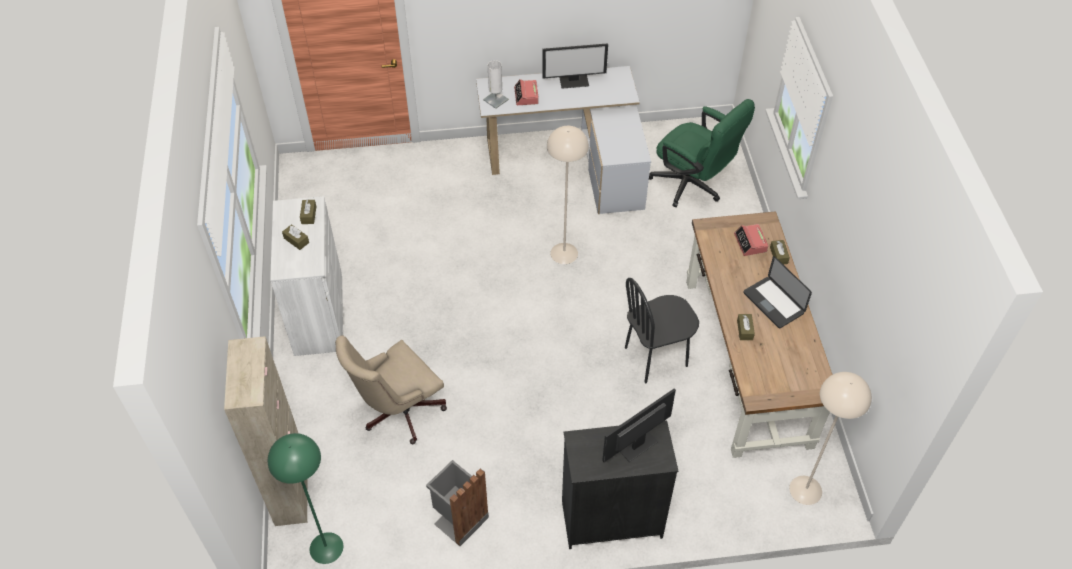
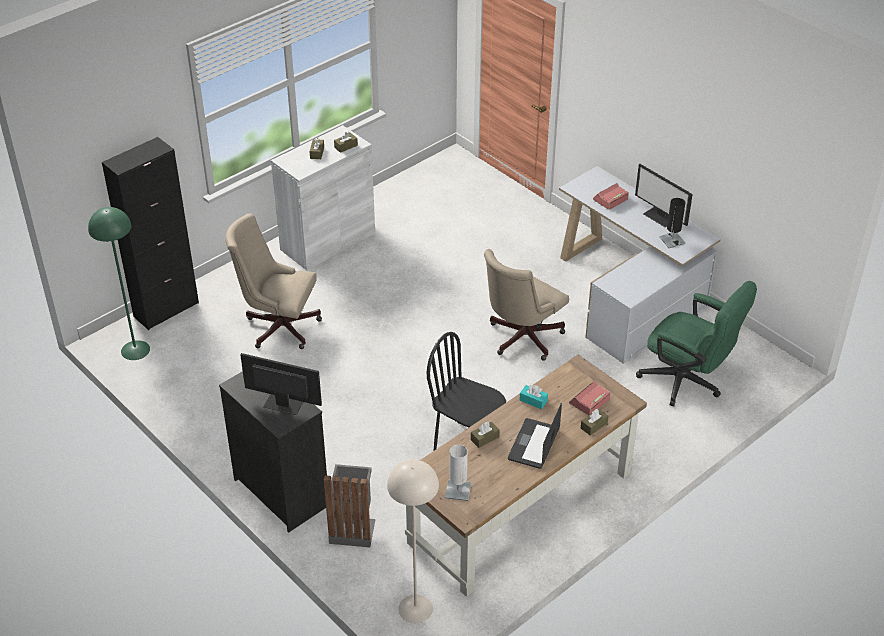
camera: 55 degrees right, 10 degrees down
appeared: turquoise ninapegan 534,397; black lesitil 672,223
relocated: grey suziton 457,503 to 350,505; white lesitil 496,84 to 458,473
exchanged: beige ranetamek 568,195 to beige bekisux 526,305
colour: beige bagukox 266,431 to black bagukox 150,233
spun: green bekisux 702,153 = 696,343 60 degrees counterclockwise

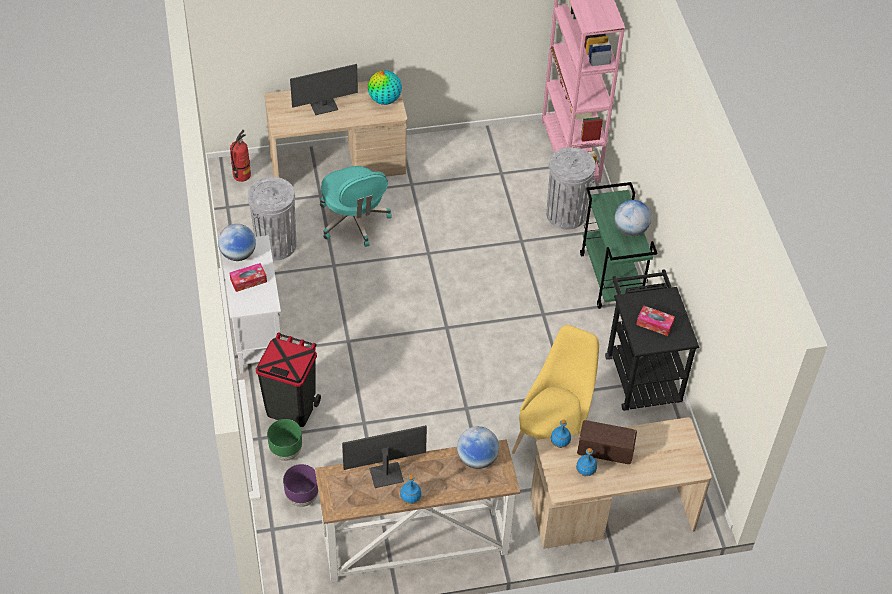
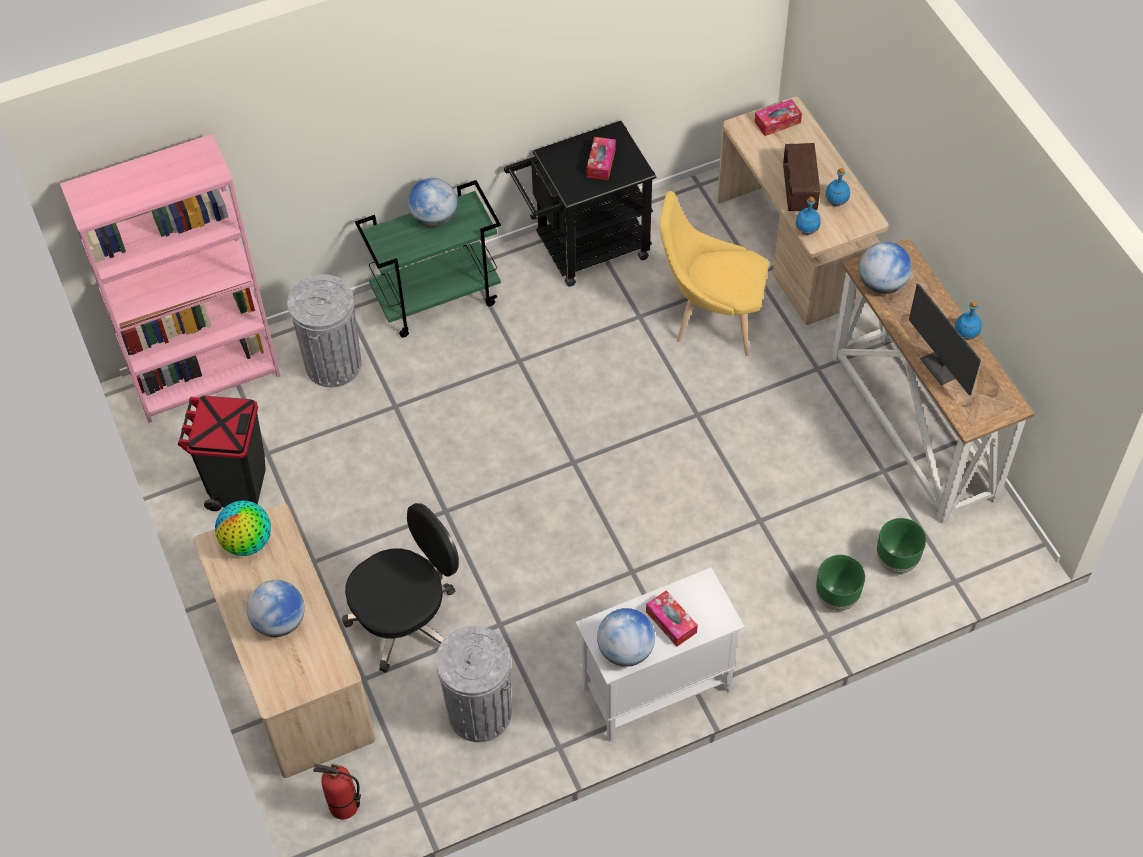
camera: 100 degrees left, 5 degrees up
appeared: ninapegan 778,117
relocated: black suziton 288,379 to 222,453
exchanged: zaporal 324,89 to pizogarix 276,608
colour: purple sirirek 300,485 to green sirirek 901,546; turquoise bekisux 356,206 to black bekisux 400,588

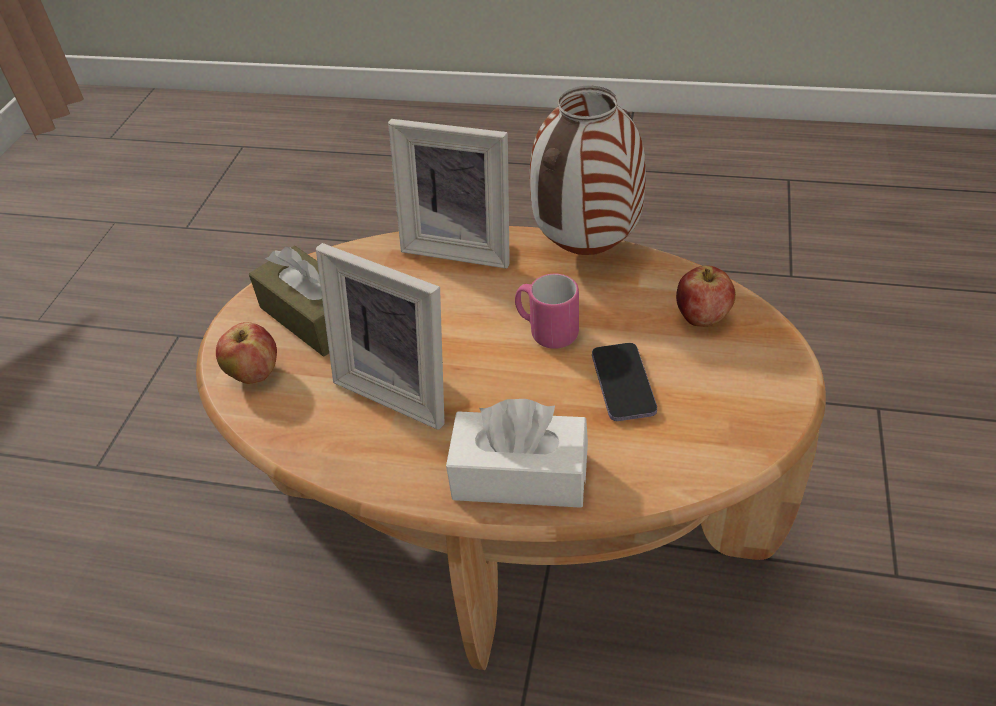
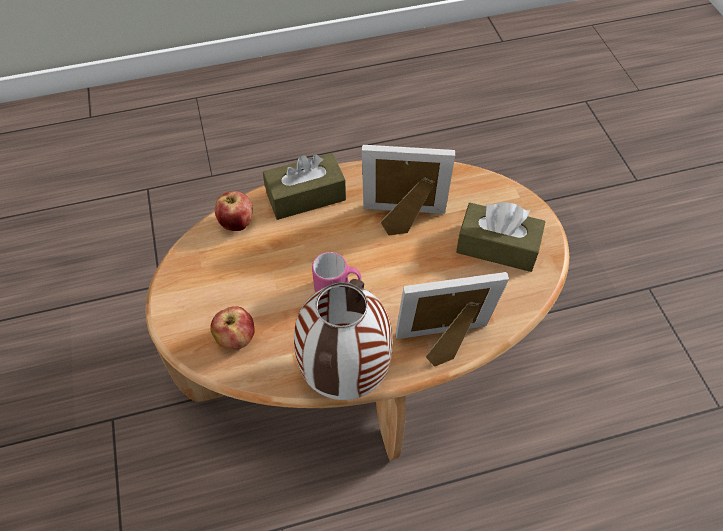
camera: 150 degrees right, 10 degrees up
missing: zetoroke 624,382
relocated: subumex 246,353 to 234,211
colour: white ninapegan 517,453 to brown ninapegan 304,186

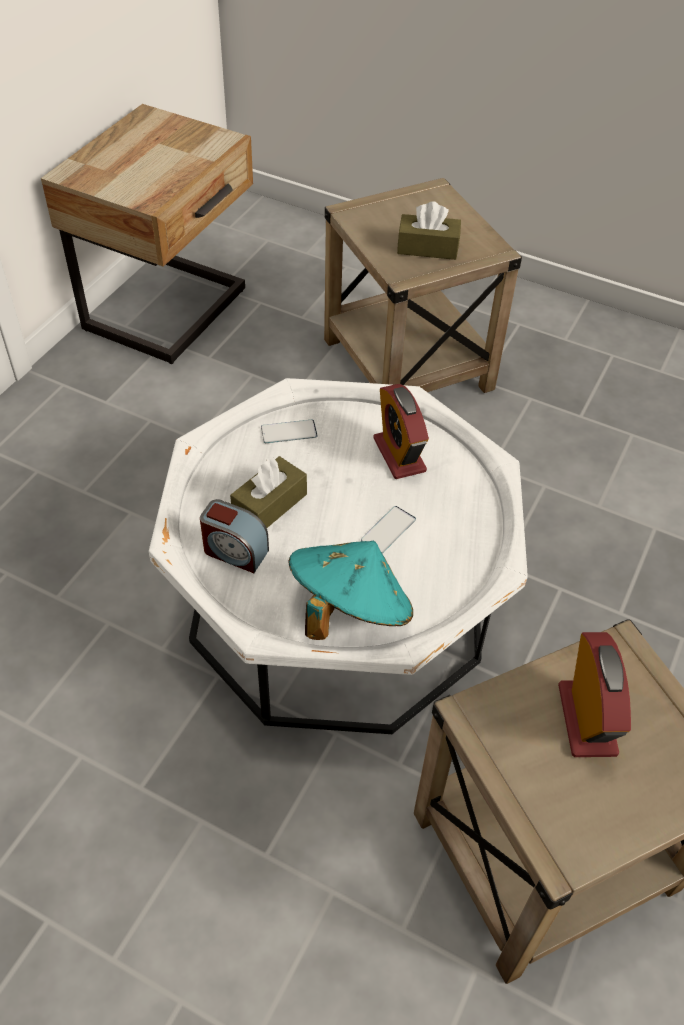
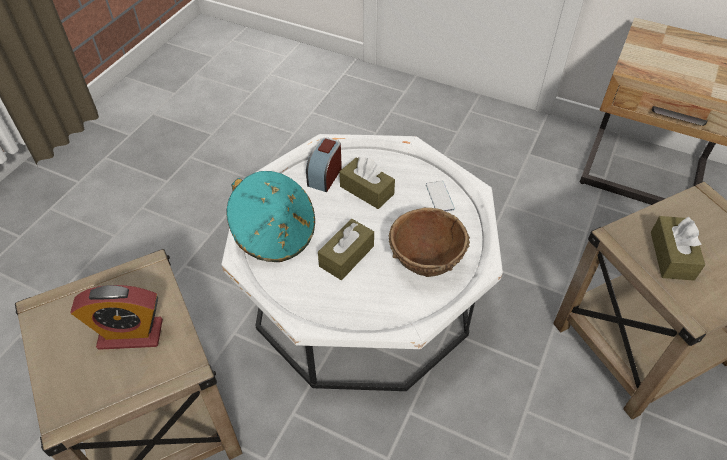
camera: 90 degrees right, 0 degrees up
exchanged: zetoroke 388,529 to brown ninapegan 346,249; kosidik 401,431 to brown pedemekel 429,242

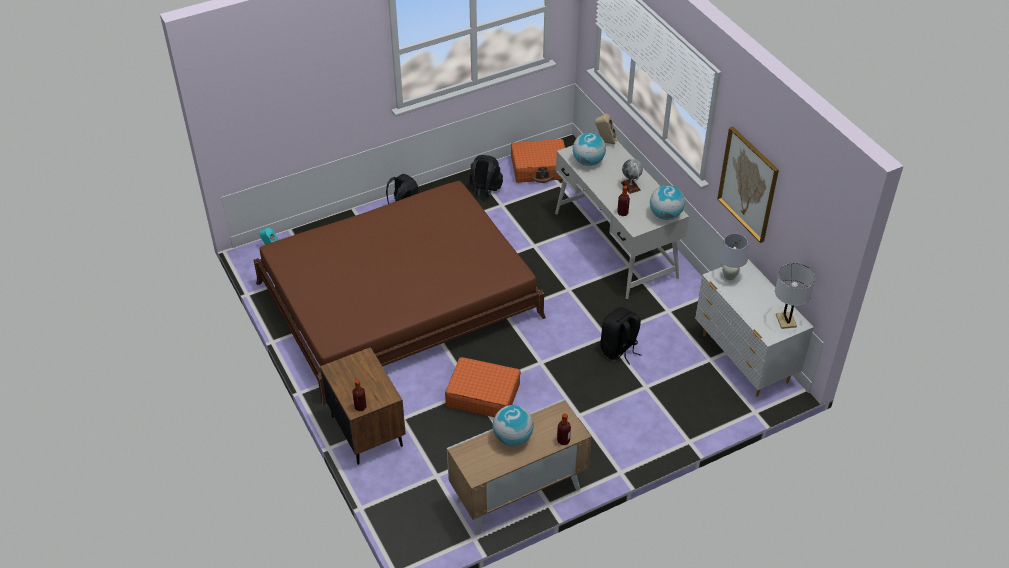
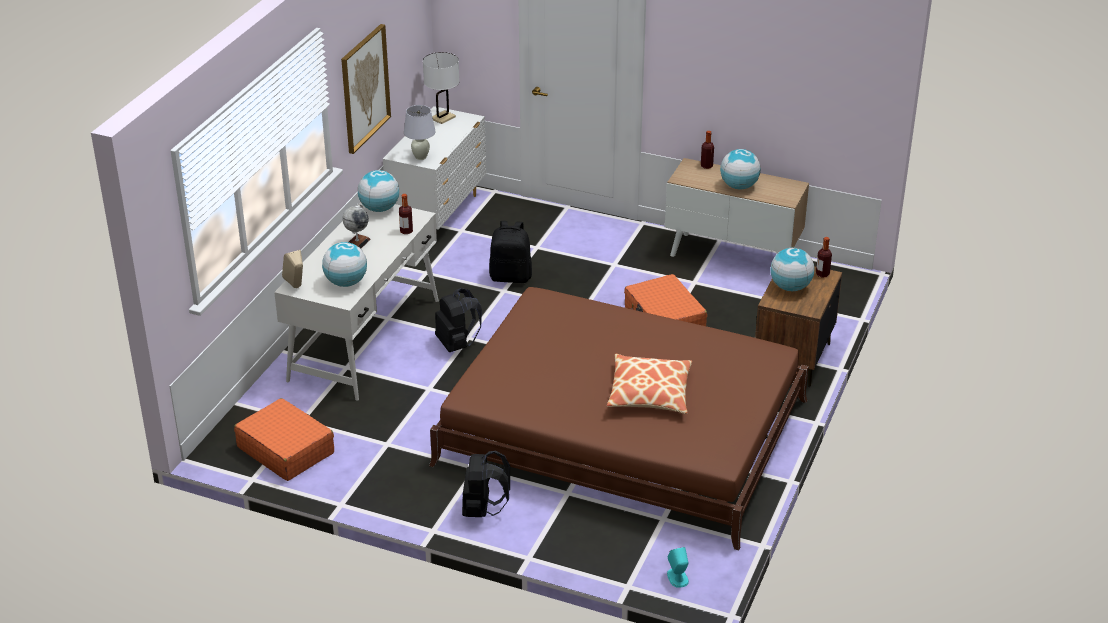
camera: 130 degrees left, 10 degrees down
appeared: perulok 649,384; pizogarix 792,269
relocated: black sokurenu 486,176 to 458,320

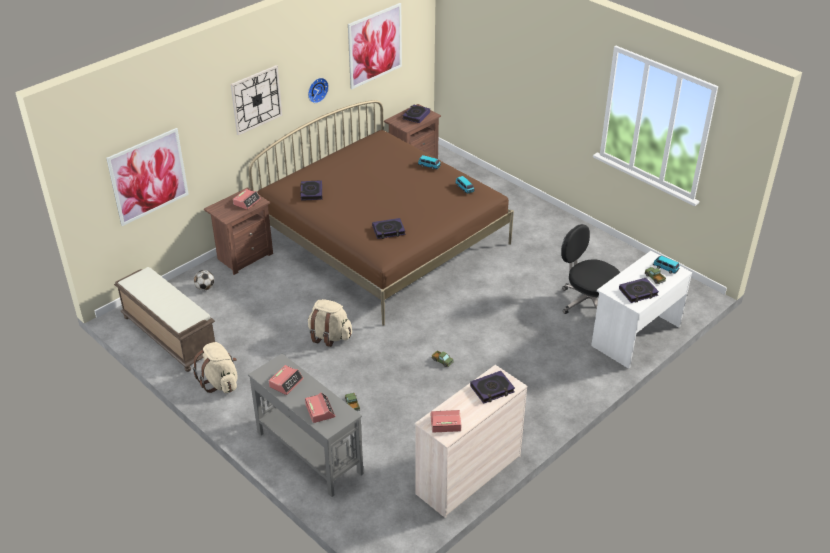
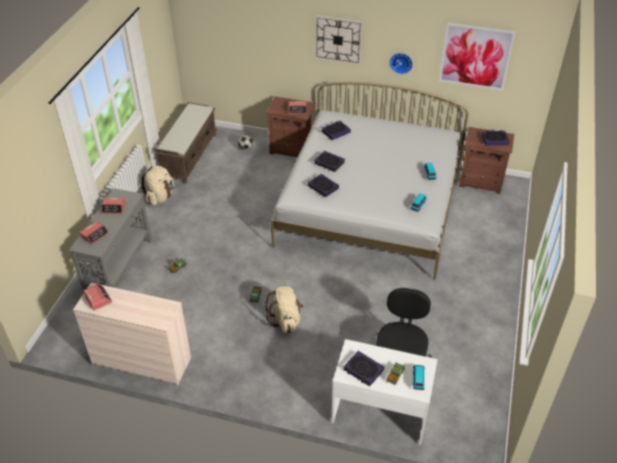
camera: 60 degrees right, 5 degrees up
missing: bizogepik 147,177
relocated: beige sokurenu 330,323 to 284,309; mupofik 492,387 to 329,161
colour: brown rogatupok 381,213 to white rogatupok 369,181

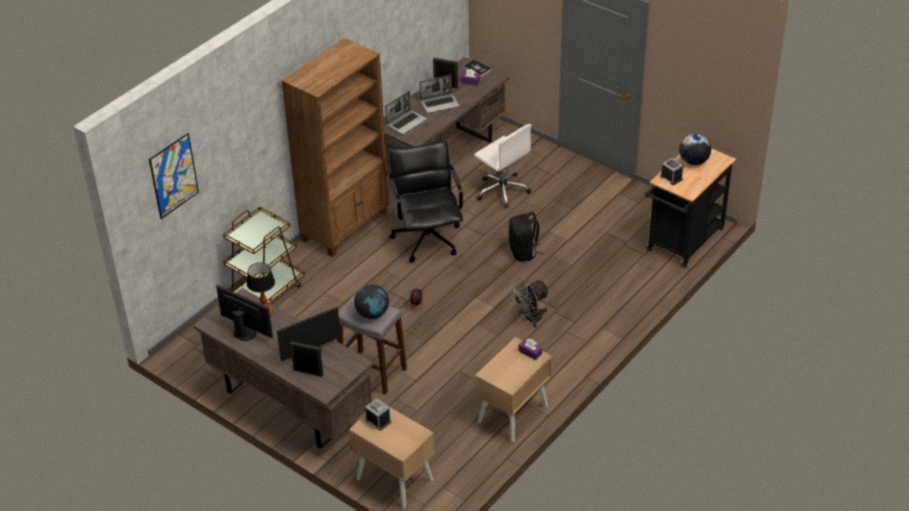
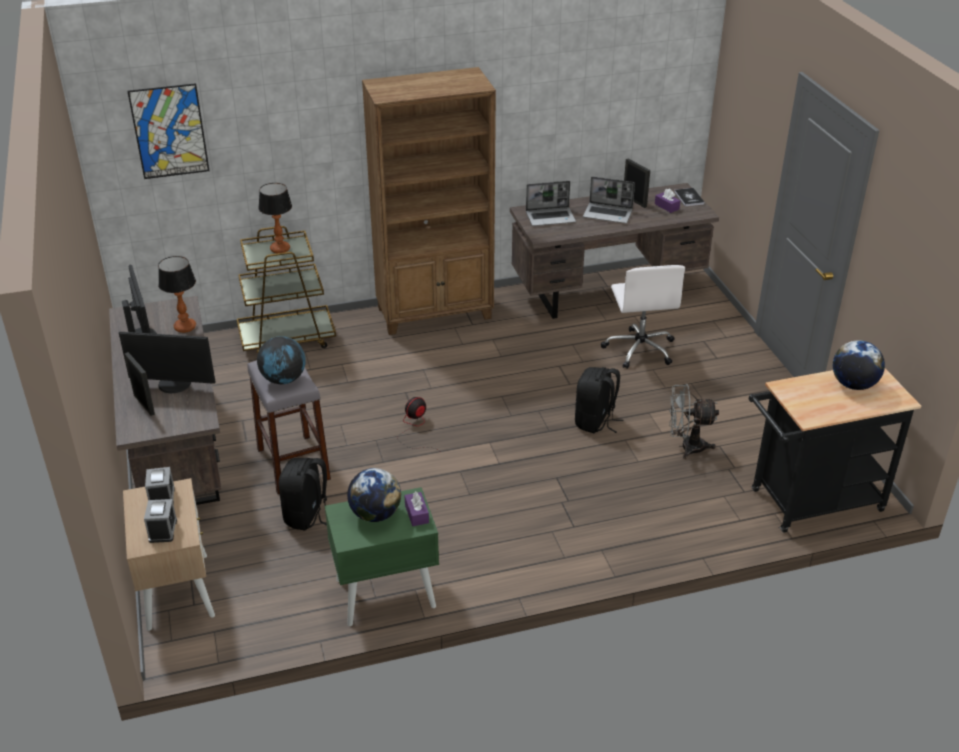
camera: 35 degrees right, 5 degrees down
missing: black bekisux 426,201
appeared: lesitil 275,218; black sokurenu 303,494; pizogarix 374,495
relocated: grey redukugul 529,302 to 694,421; kosidik 671,171 to 160,521
colour: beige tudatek 513,389 to green tudatek 382,556

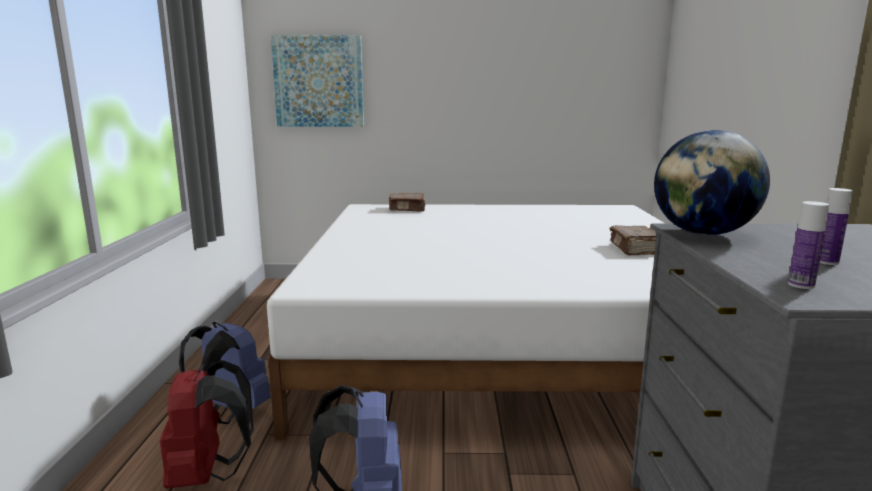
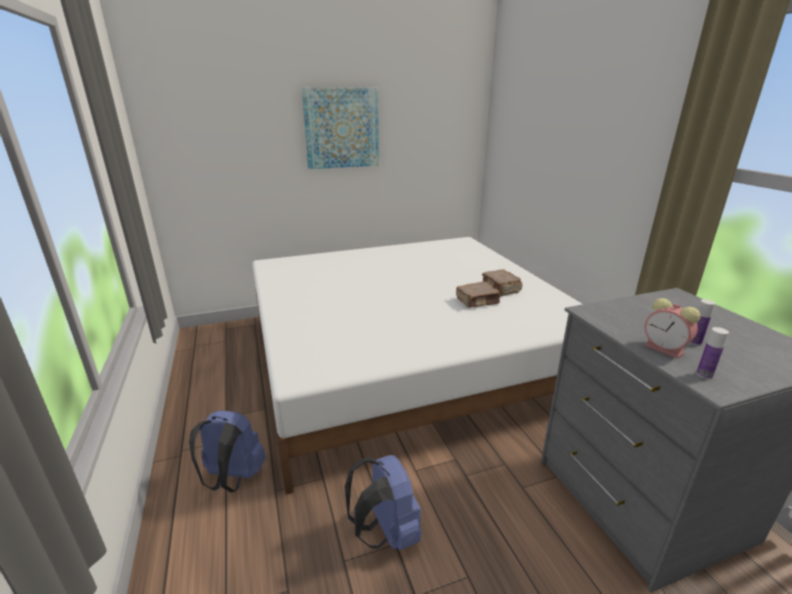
camera: 20 degrees left, 10 degrees up
missing: red sokurenu 207,424; pizogarix 712,182
appeared: kosidik 672,328
relocated: bizogepik 317,81 to 340,128; brown mupofik 407,202 to 478,294

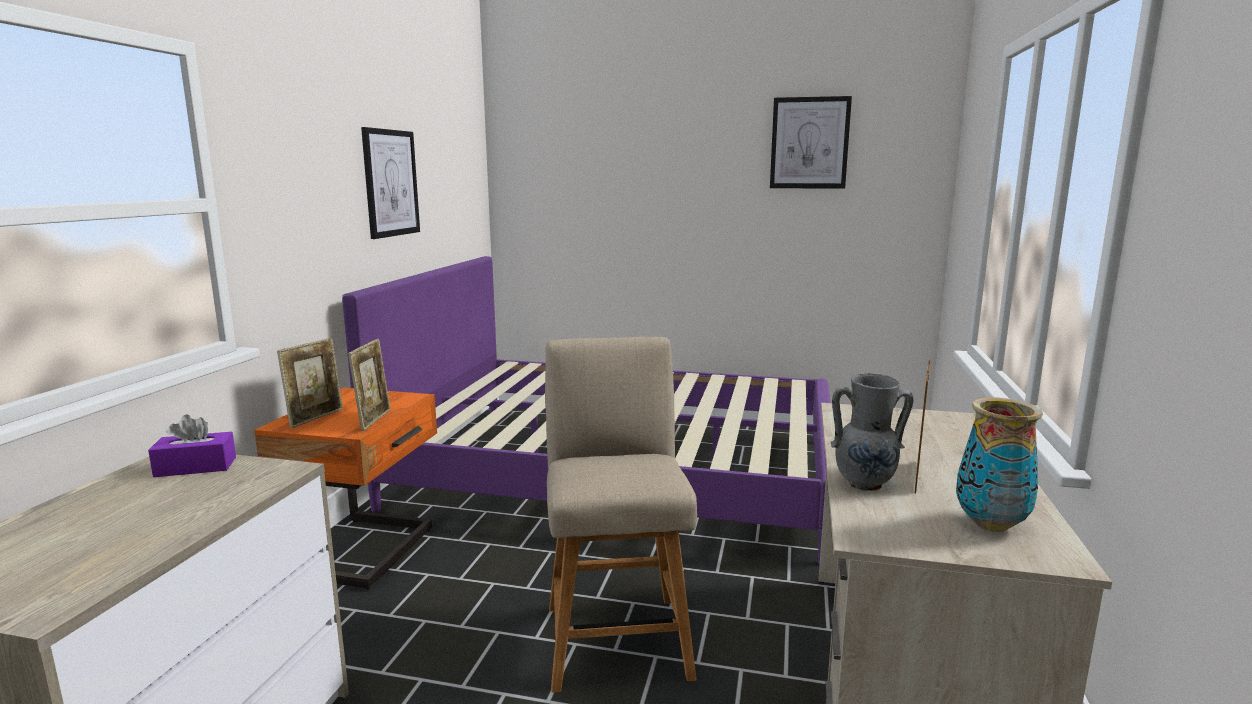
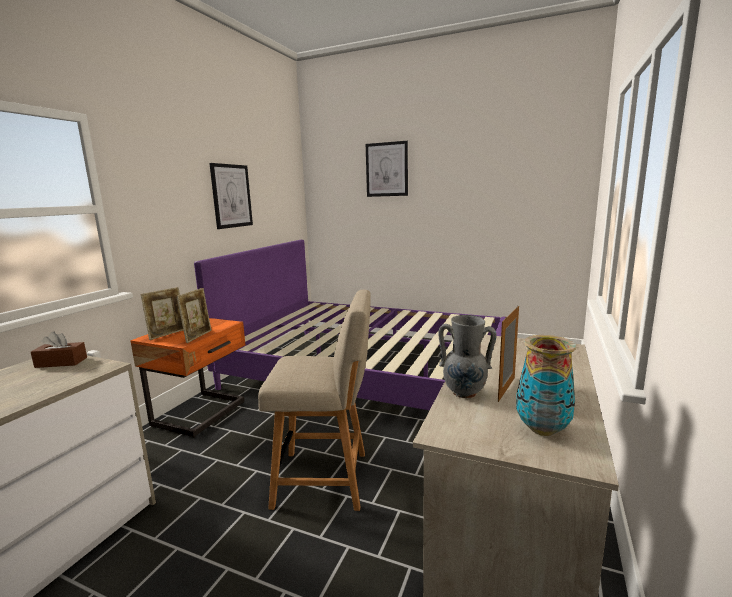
camera: 10 degrees right, 0 degrees up
relocated: bizogepik 811,142 to 387,169
colour: purple ninapegan 192,445 to brown ninapegan 59,349
spun: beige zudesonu 621,514 = 314,400 90 degrees clockwise

